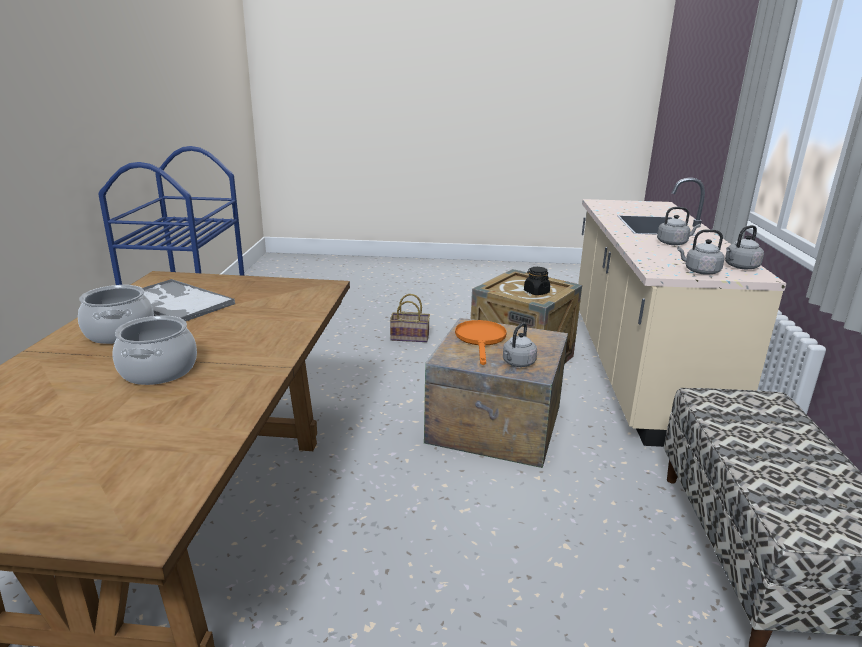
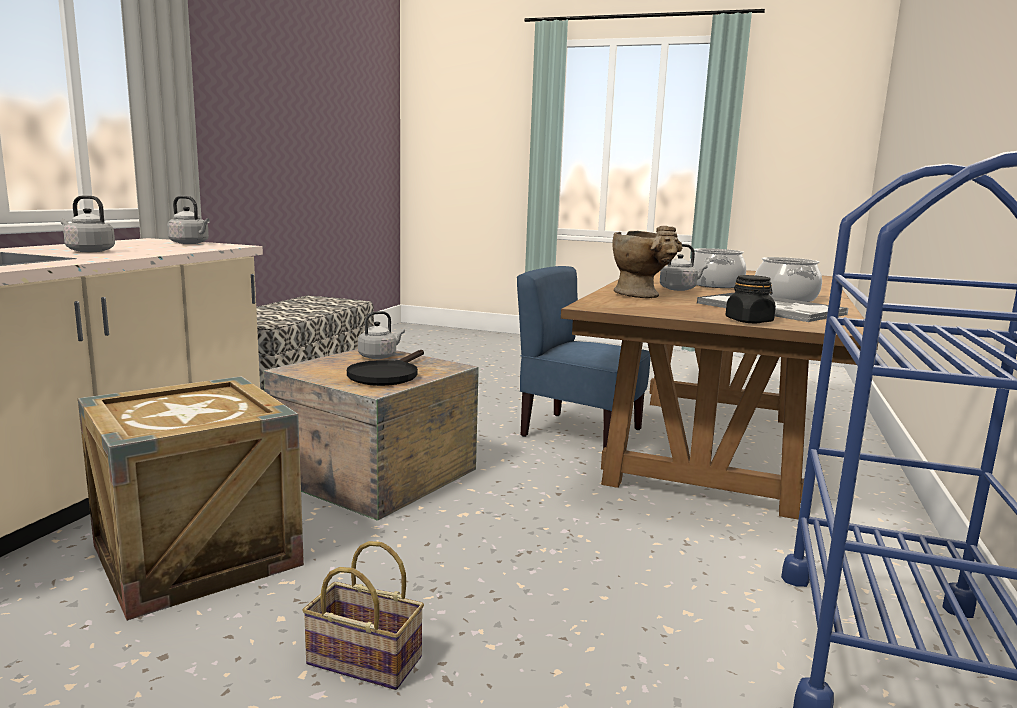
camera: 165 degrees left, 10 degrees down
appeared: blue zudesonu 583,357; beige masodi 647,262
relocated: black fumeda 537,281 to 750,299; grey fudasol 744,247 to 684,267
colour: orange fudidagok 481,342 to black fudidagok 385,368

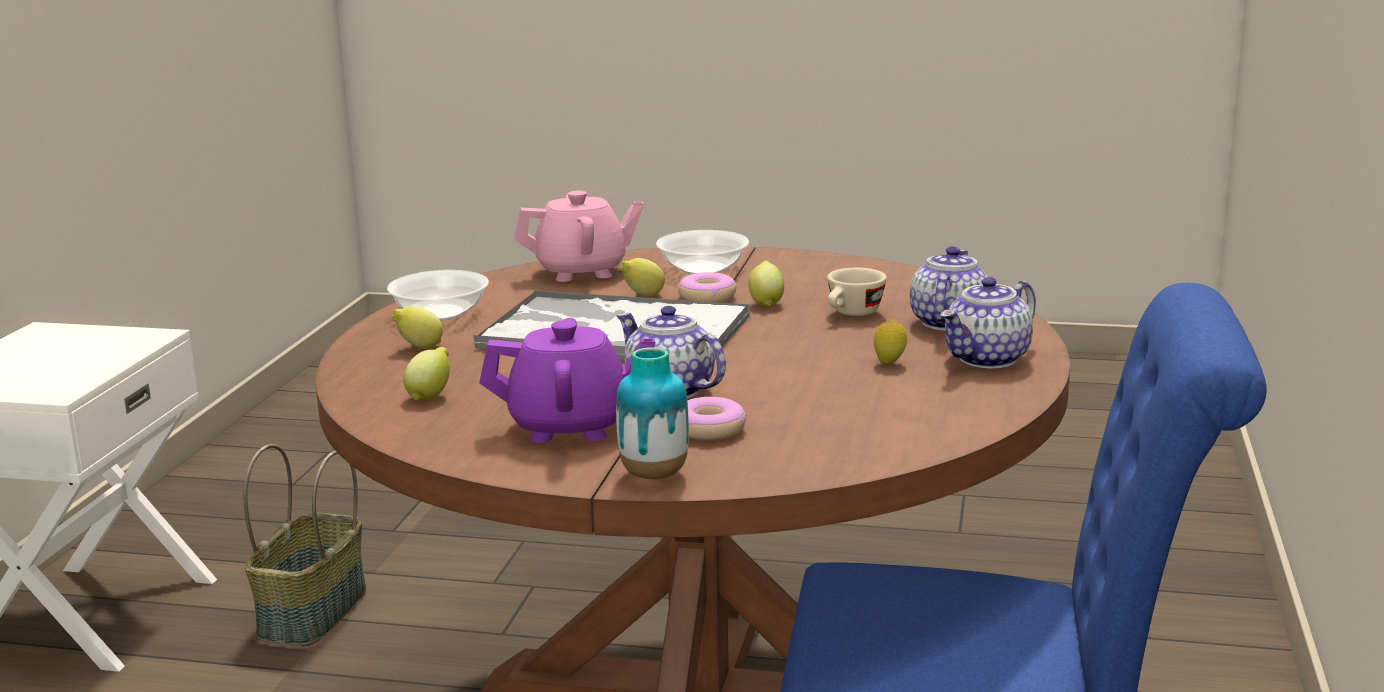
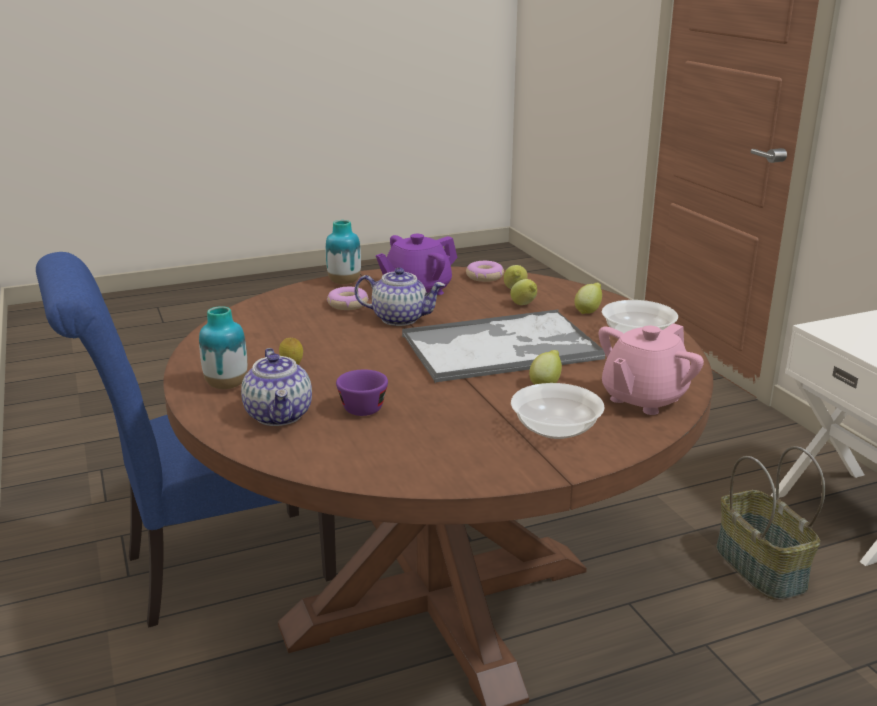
camera: 145 degrees right, 5 degrees up
relocated: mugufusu 707,287 to 485,271; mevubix 766,283 to 523,292
exchanged: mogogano 988,322 to masodi 223,347
colour: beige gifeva 857,292 to purple gifeva 362,393

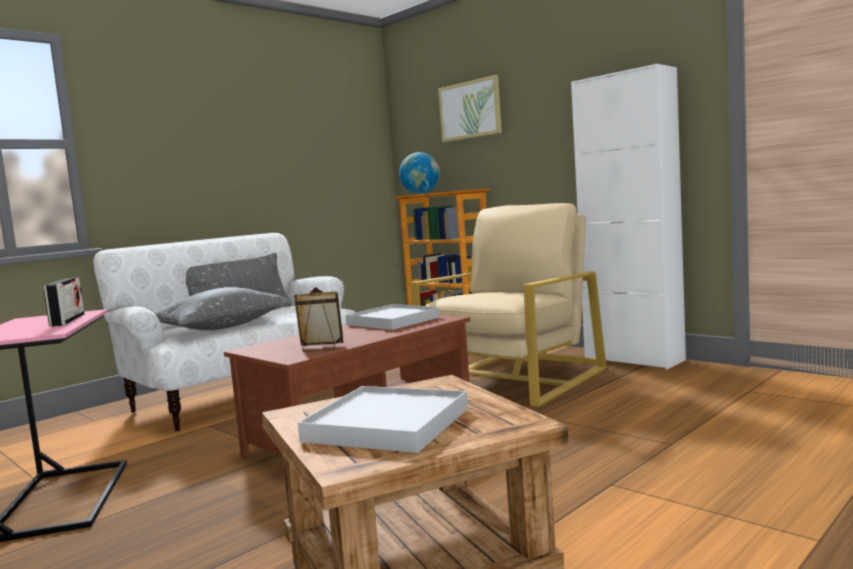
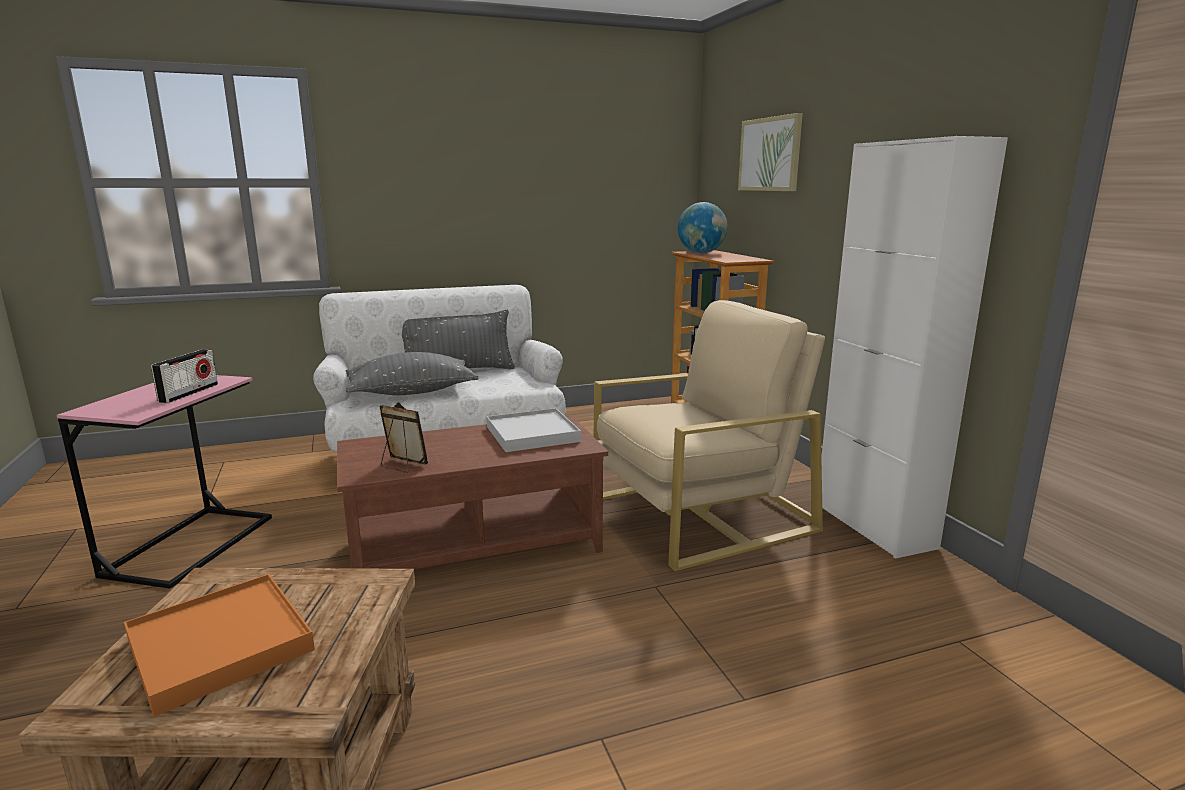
camera: 25 degrees right, 10 degrees up
colour: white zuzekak 383,419 to orange zuzekak 219,645

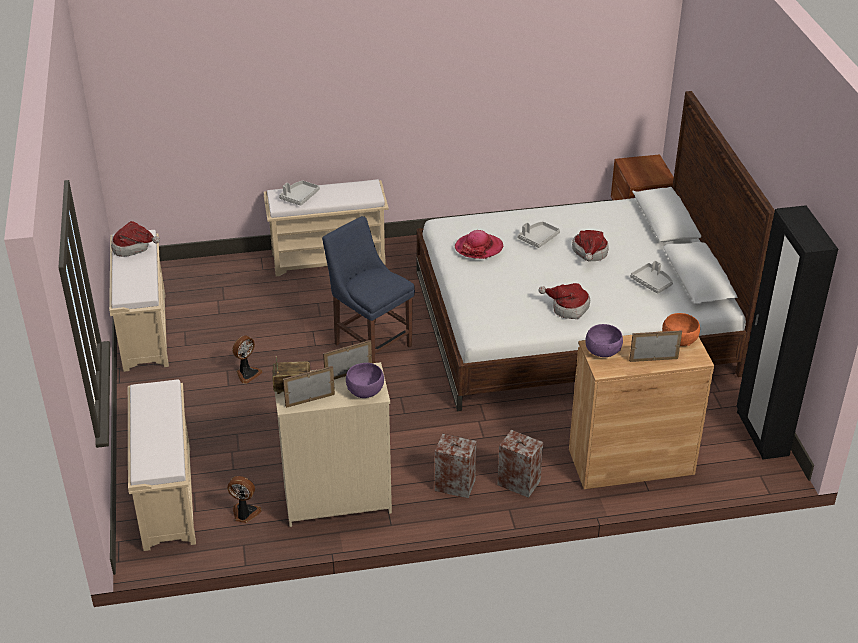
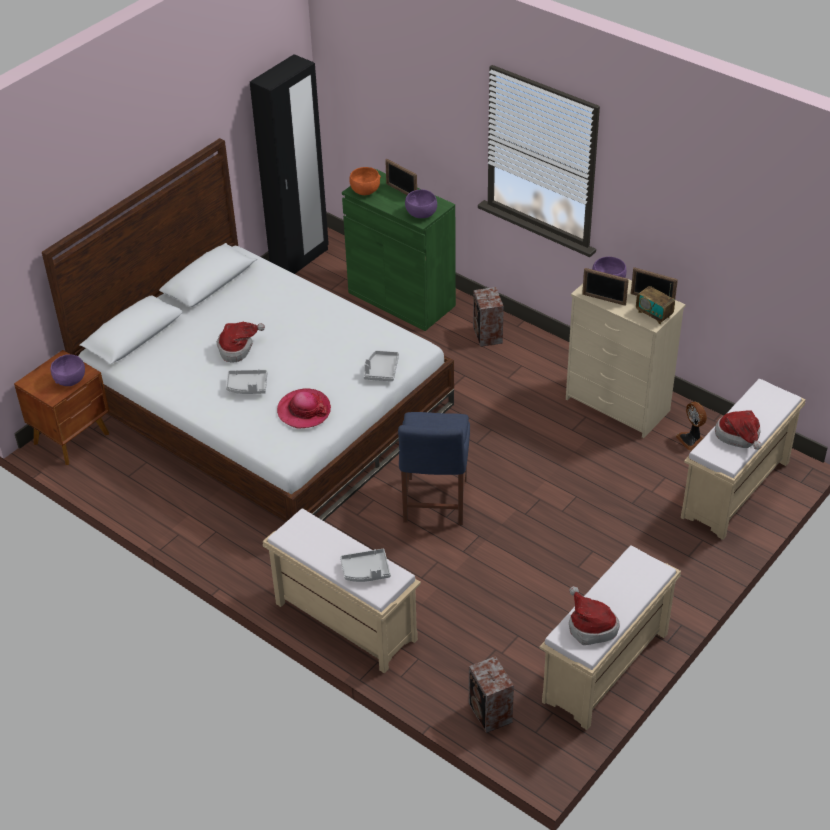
camera: 130 degrees left, 5 degrees up
missing: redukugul 247,360
appeared: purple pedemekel 67,370
relocated: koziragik 456,466 to 491,694; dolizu 564,301 to 738,430; grey zuzekak 651,277 to 381,366
colour: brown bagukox 641,410 to green bagukox 399,250

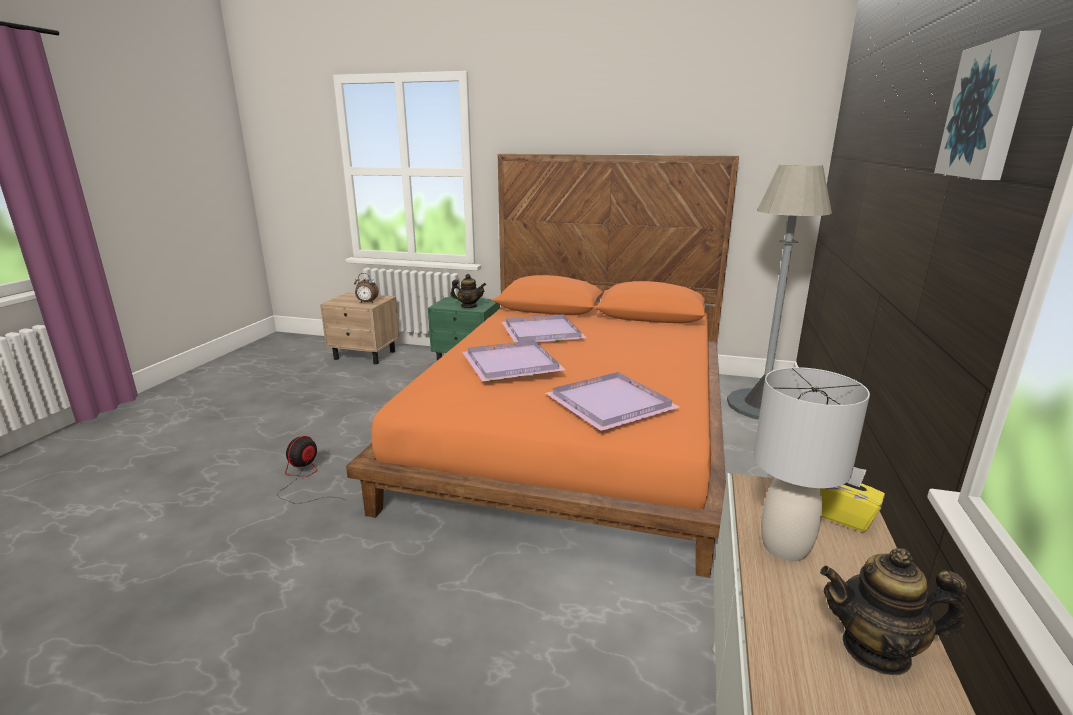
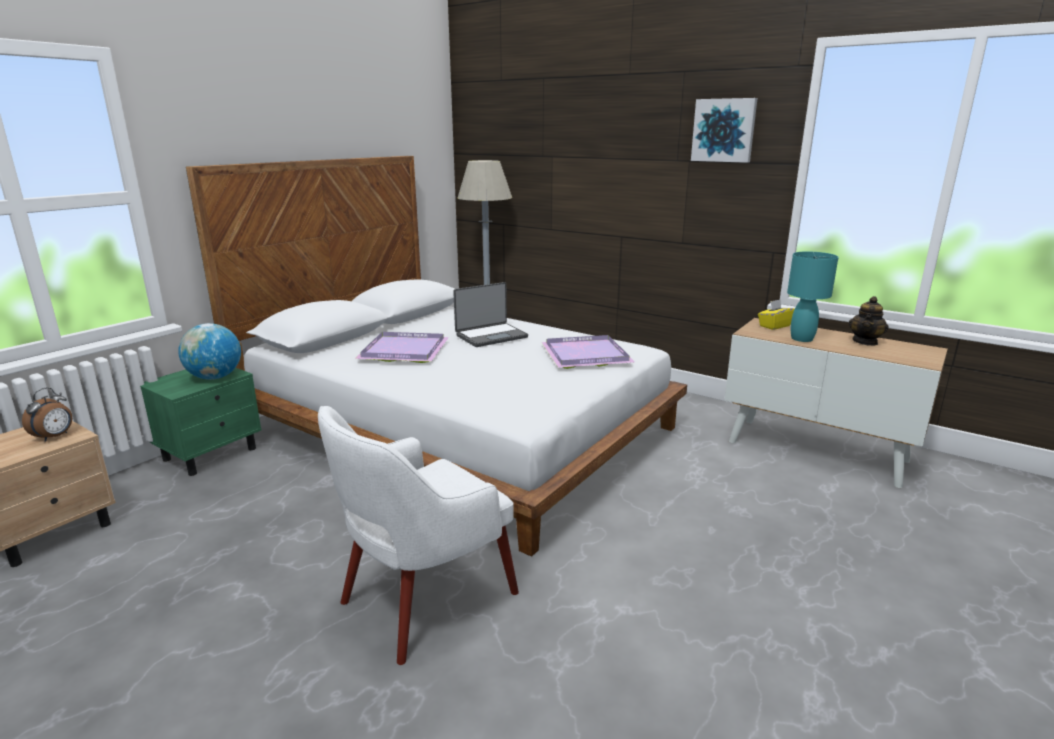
camera: 70 degrees left, 0 degrees up
missing: purple zuzekak 514,361
appeared: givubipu 490,314
exchanged: redukugul 311,469 to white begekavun 418,535; mogogano 468,291 to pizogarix 209,351
colour: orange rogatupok 542,366 to white rogatupok 436,356; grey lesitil 812,464 to turquoise lesitil 813,296

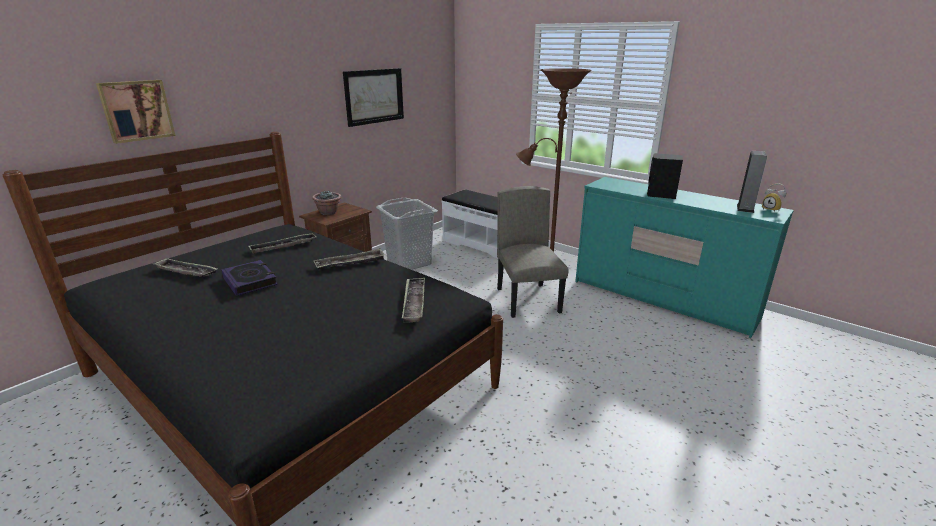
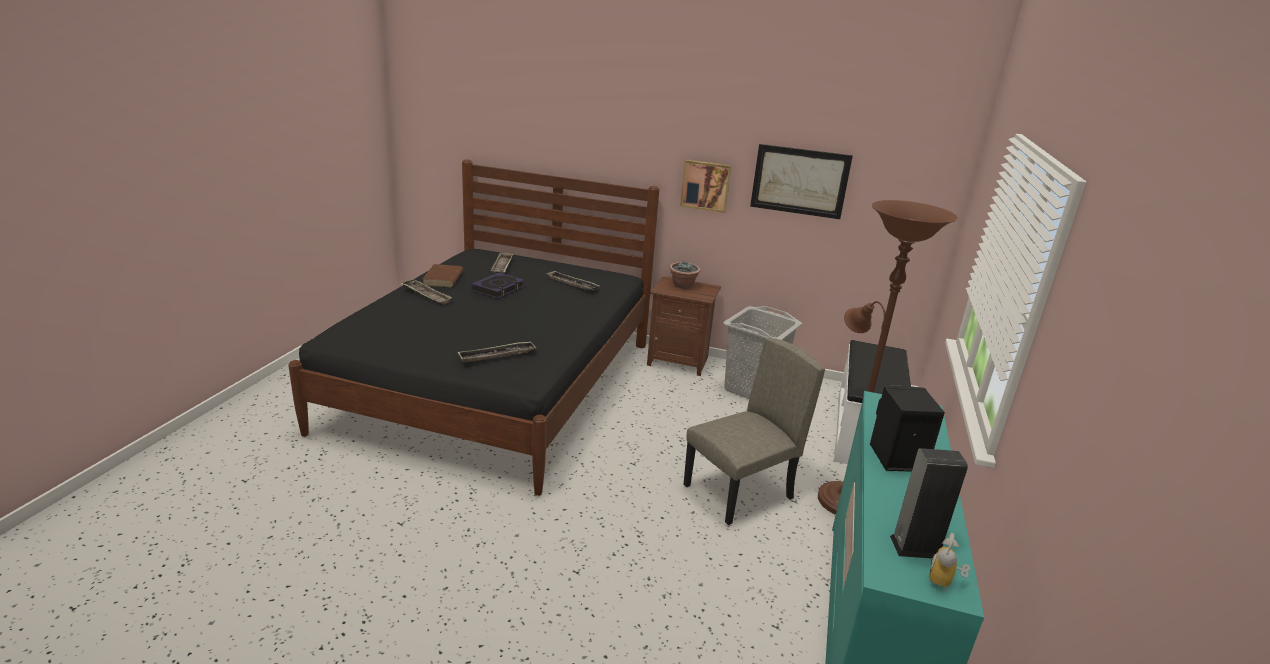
camera: 65 degrees right, 0 degrees up
appeared: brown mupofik 443,275
relocated: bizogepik 135,112 to 706,186; zuzekak 349,258 to 426,292

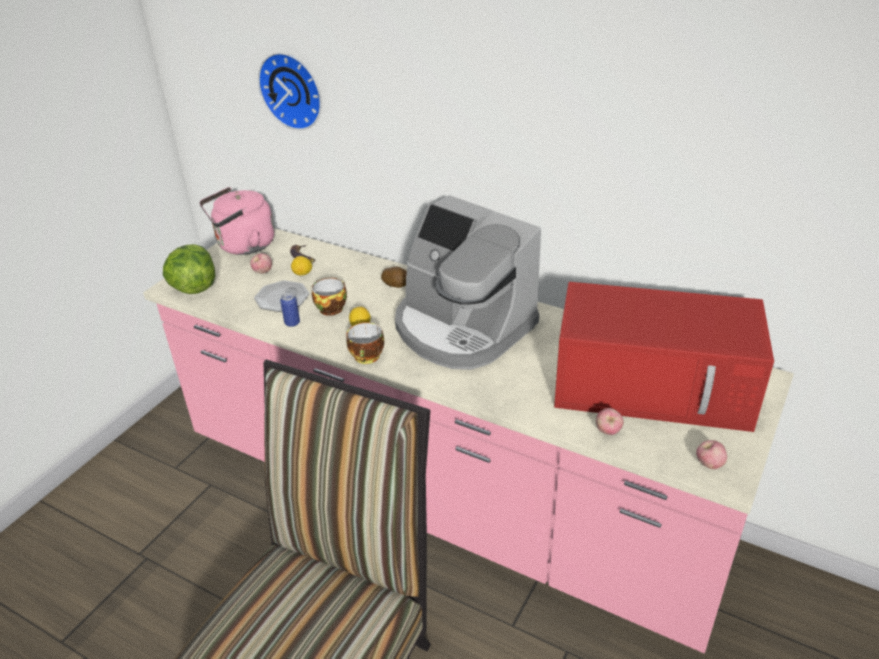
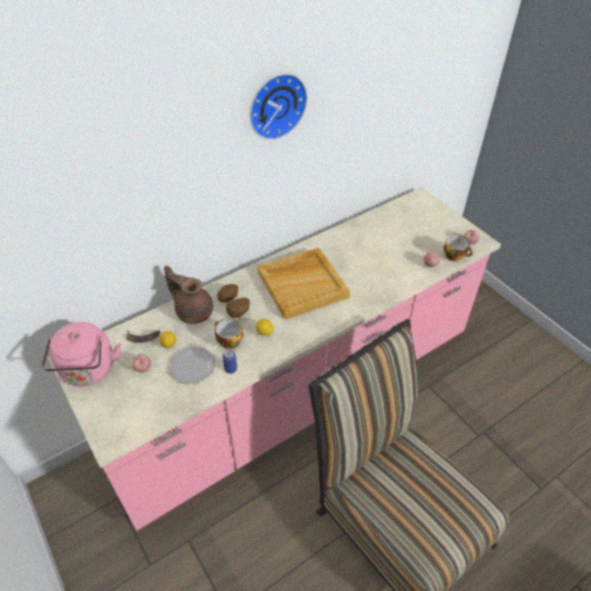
camera: 65 degrees left, 10 degrees up
missing: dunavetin 189,269; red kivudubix 664,357
appeared: brown mogogano 188,295; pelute 238,308
relocated: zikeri 290,91 to 278,106; gifeva 365,343 to 458,248
exchanged: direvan 468,282 to beige zuzekak 303,284

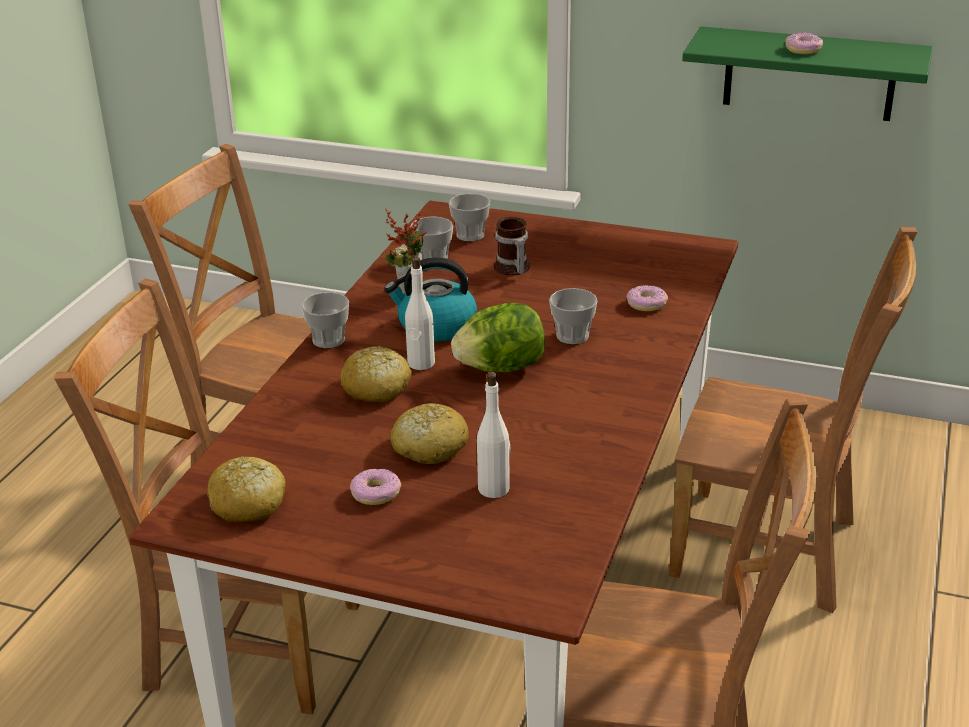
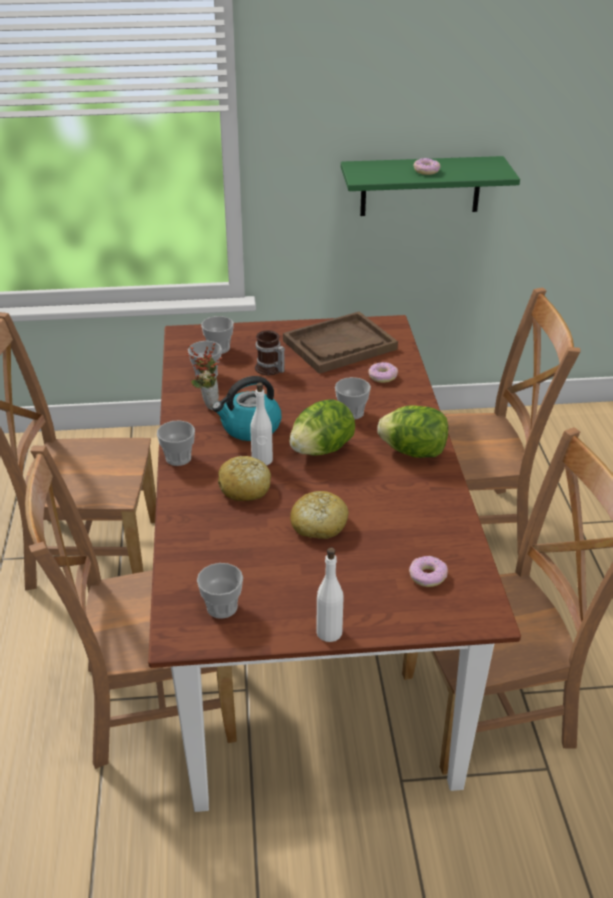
camera: 25 degrees left, 5 degrees up
appeared: brown zuzekak 340,343; dunavetin 412,431
relocated: mugufusu 375,487 to 428,571; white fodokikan 494,435 to 330,595
exchanged: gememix 246,489 to gifeva 220,591

